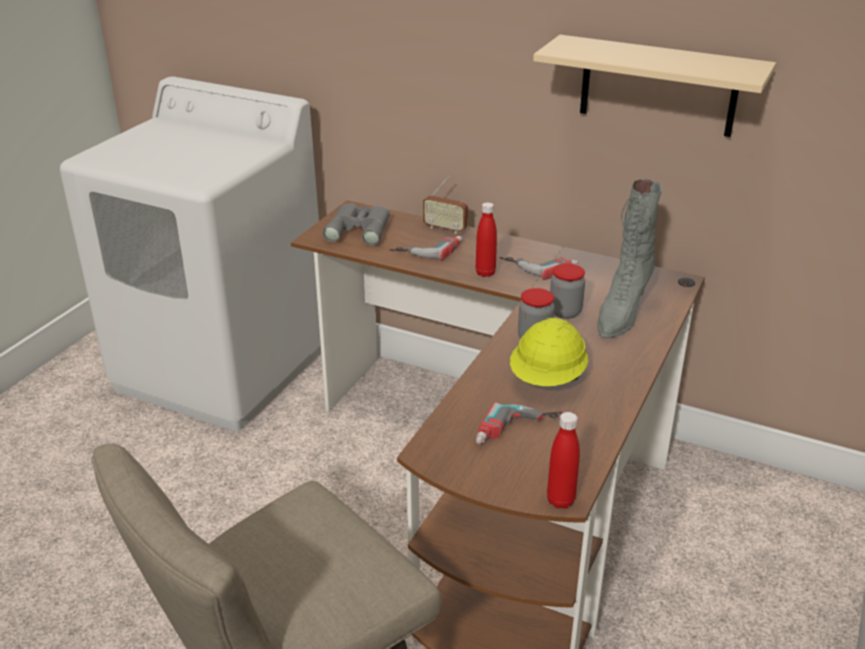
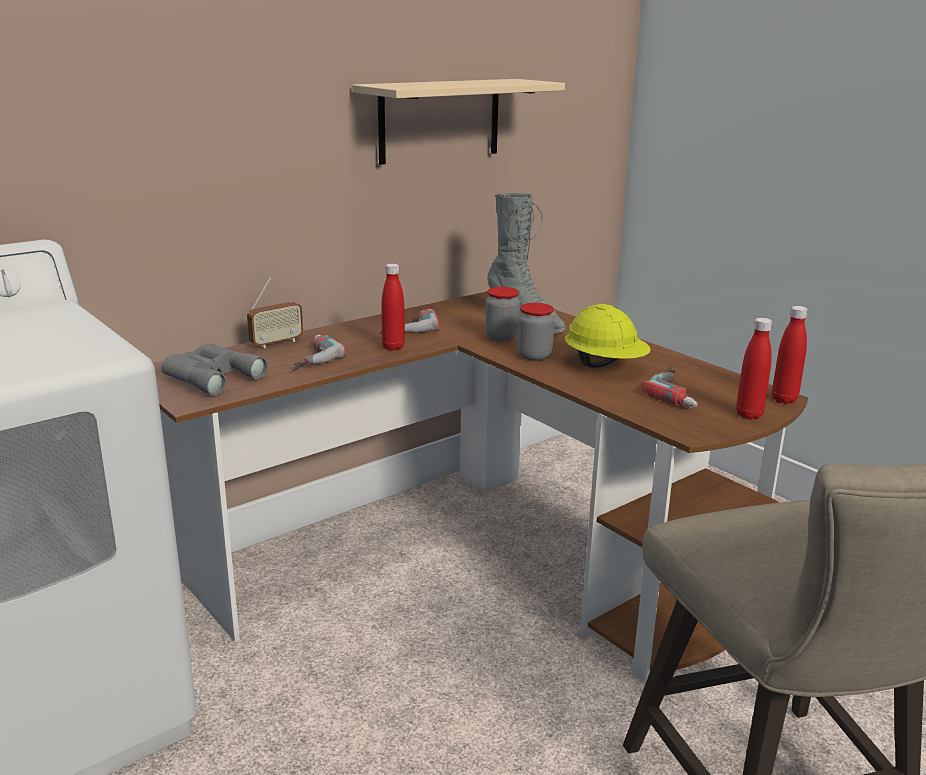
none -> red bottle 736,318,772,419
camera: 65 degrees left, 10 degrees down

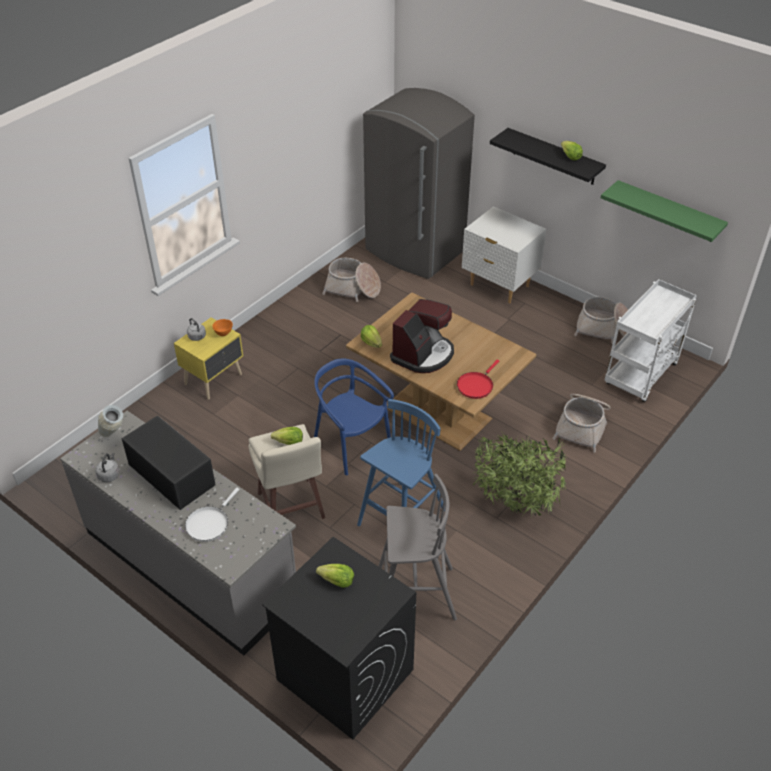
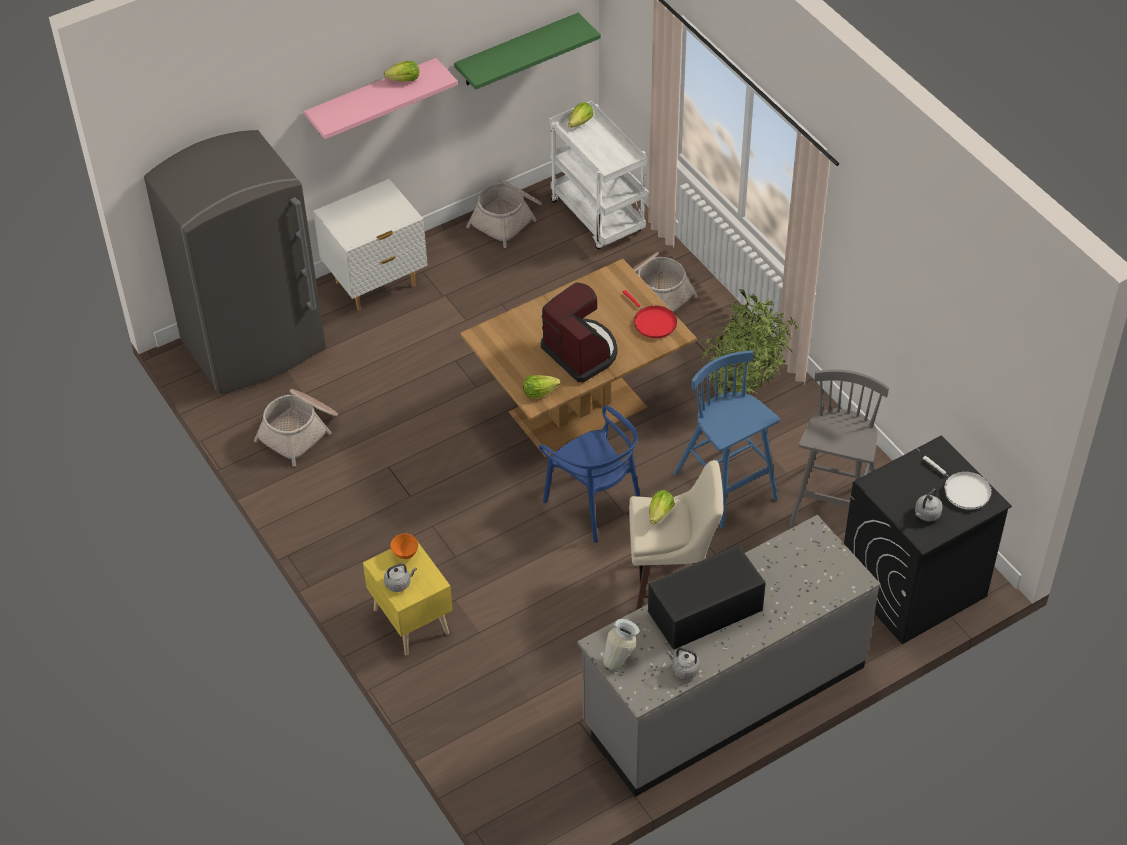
white frying pan 185,488,239,542 -> white frying pan 923,456,992,510, relocated
blue chair 314,358,394,475 -> blue chair 539,405,640,543, 105 degrees counterclockwise
lettuce 316,564,354,588 -> lettuce 568,103,594,128, relocated
black shelf 490,128,606,185 -> pink shelf 304,58,458,139
none -> grey kettle 915,489,943,522
camera: 70 degrees left, 5 degrees up

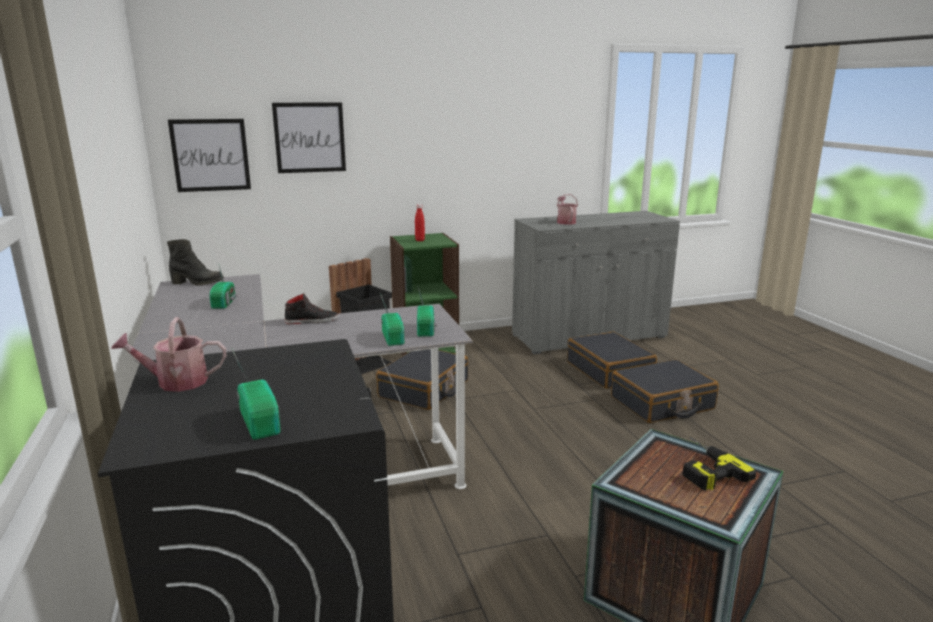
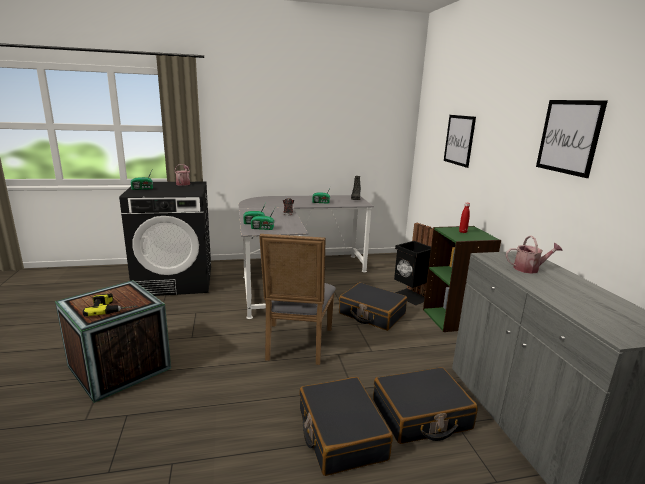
picture 168,119,251,192 -> picture 536,100,608,178, relocated
none -> grey chair 259,234,336,365
camera: 95 degrees right, 0 degrees up

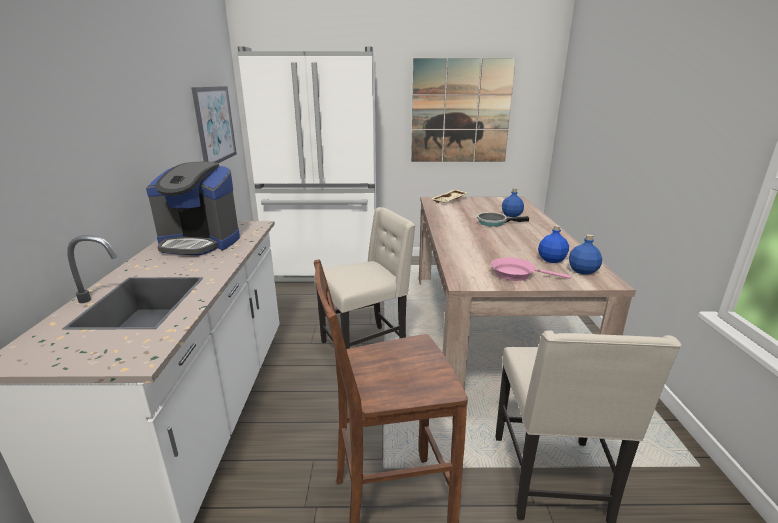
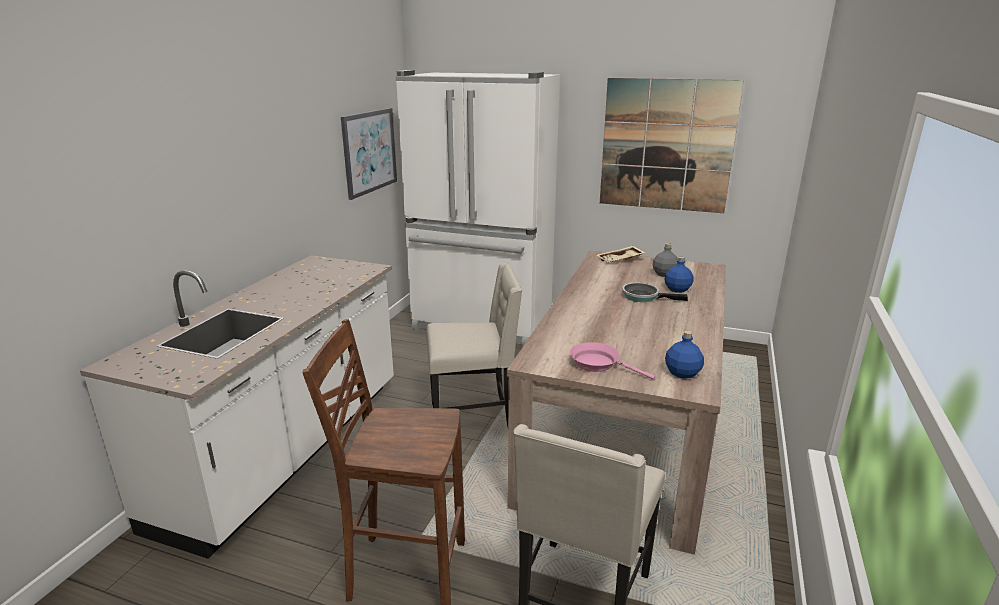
coffee machine 146,162,240,256 -> none
blue bottle 538,225,569,263 -> none
none -> grey bottle 652,243,678,277
camera: 20 degrees right, 0 degrees up

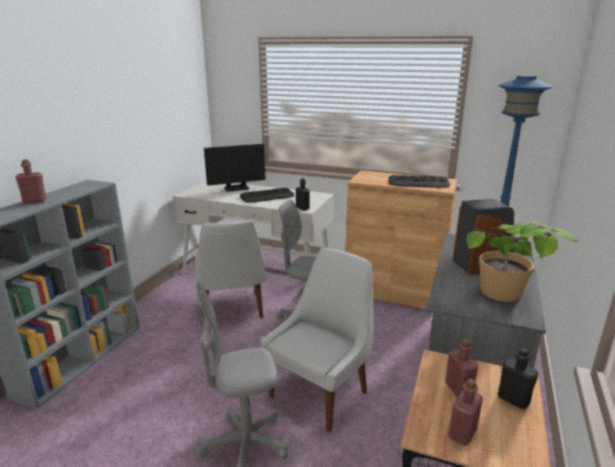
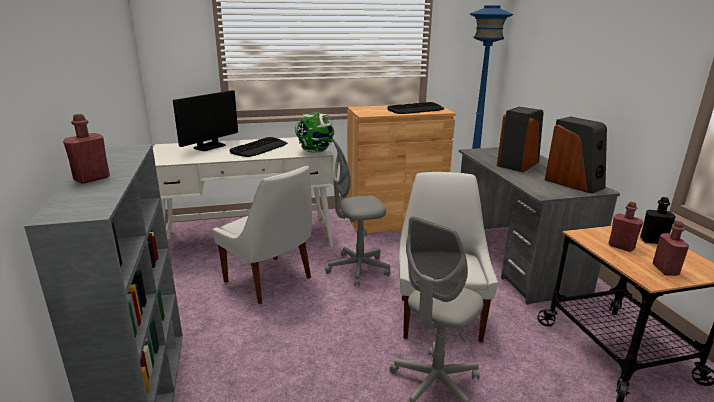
black bottle 296,178,310,211 -> globe 295,112,334,153
potted plant 466,221,579,302 -> speaker 545,117,607,194
camera: 35 degrees left, 0 degrees up

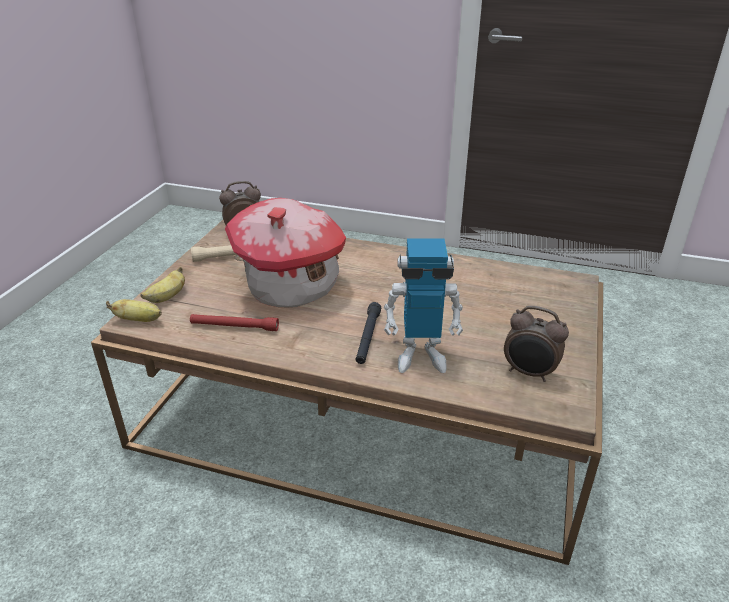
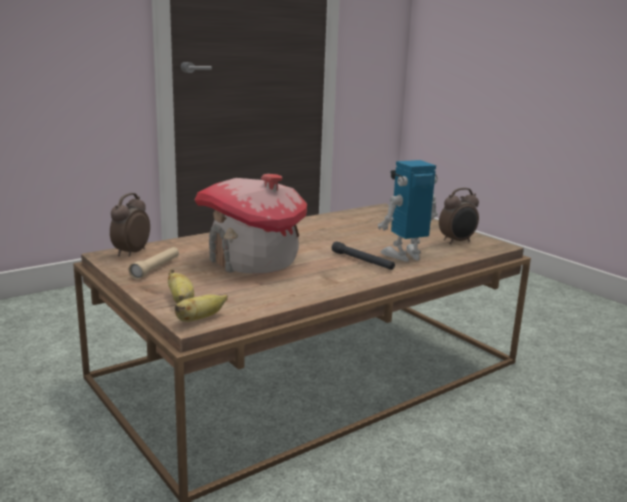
red flashlight 190,314,279,331 -> none
toy robot 384,238,463,373 -> toy robot 378,160,438,262, 150 degrees counterclockwise
camera: 55 degrees left, 15 degrees down

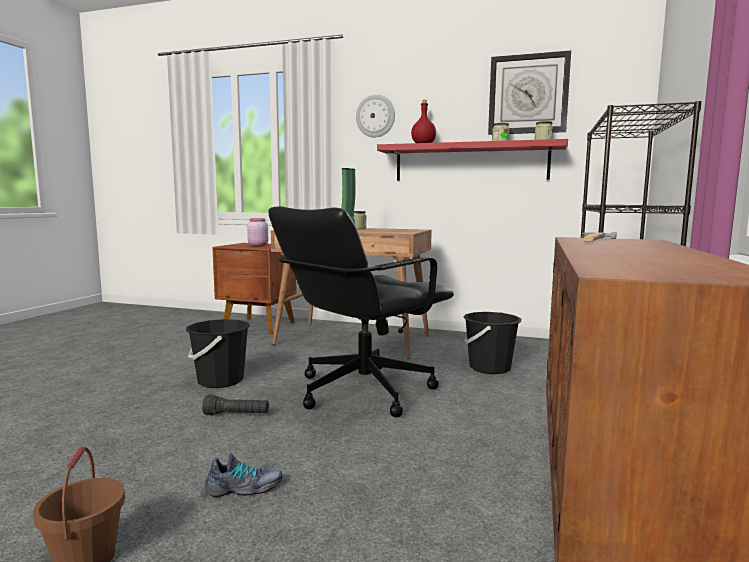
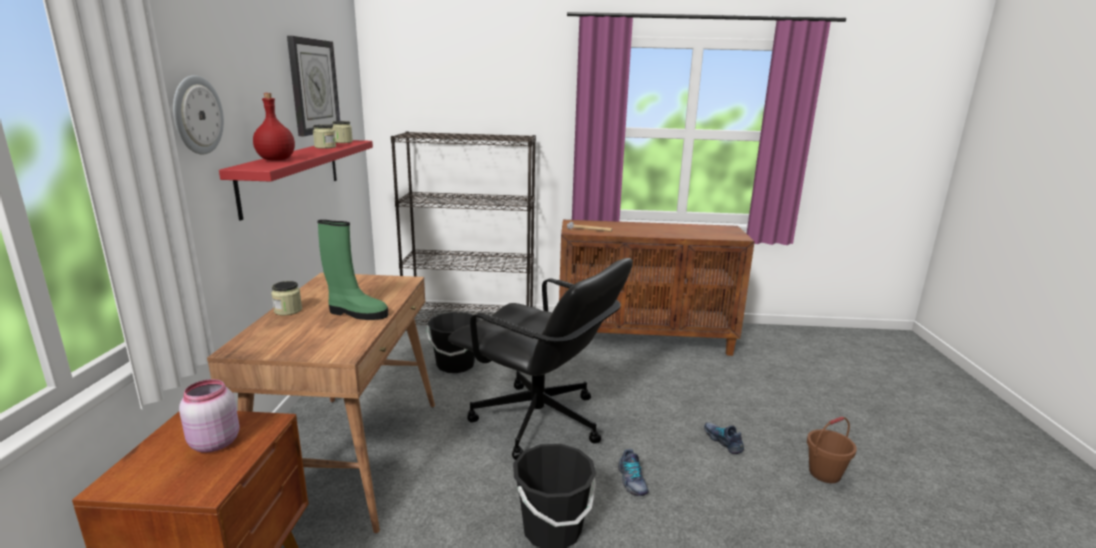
black flashlight 202,395,269,415 -> shoe 618,449,649,496
camera: 105 degrees left, 10 degrees up

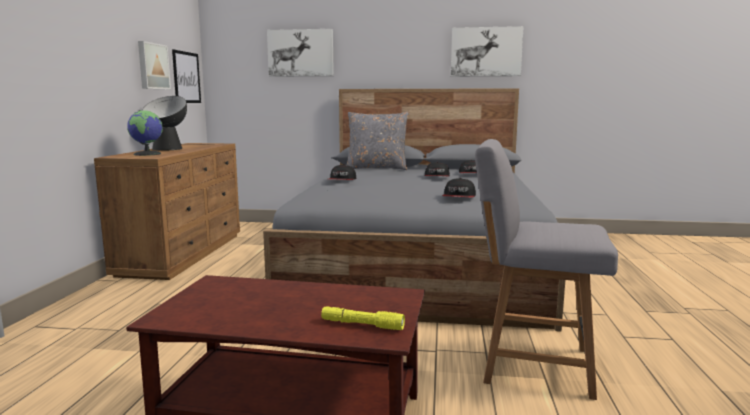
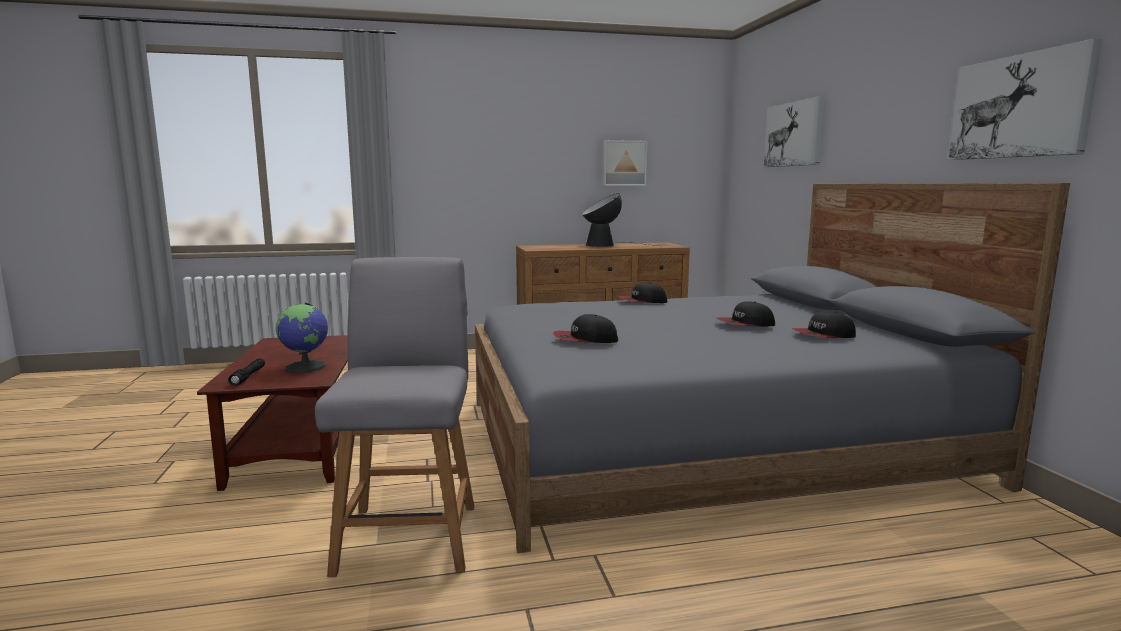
globe 127,110,163,156 -> globe 276,303,328,373, relocated
picture 172,49,201,103 -> none
yellow flashlight 321,306,405,330 -> black flashlight 228,358,265,386
grey pillow 347,112,409,170 -> none
camera: 70 degrees right, 0 degrees up

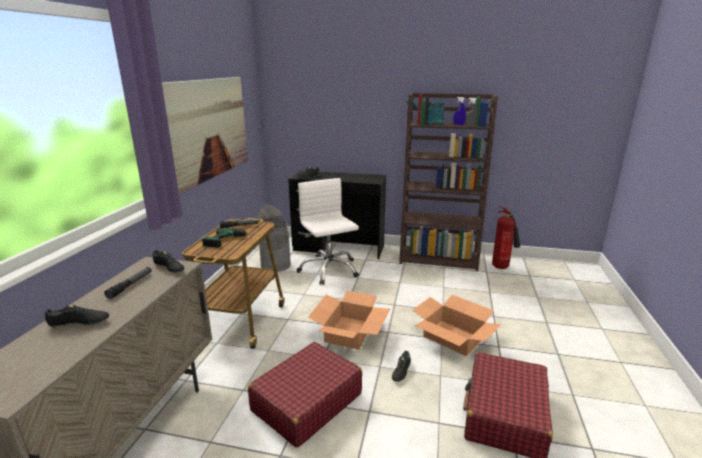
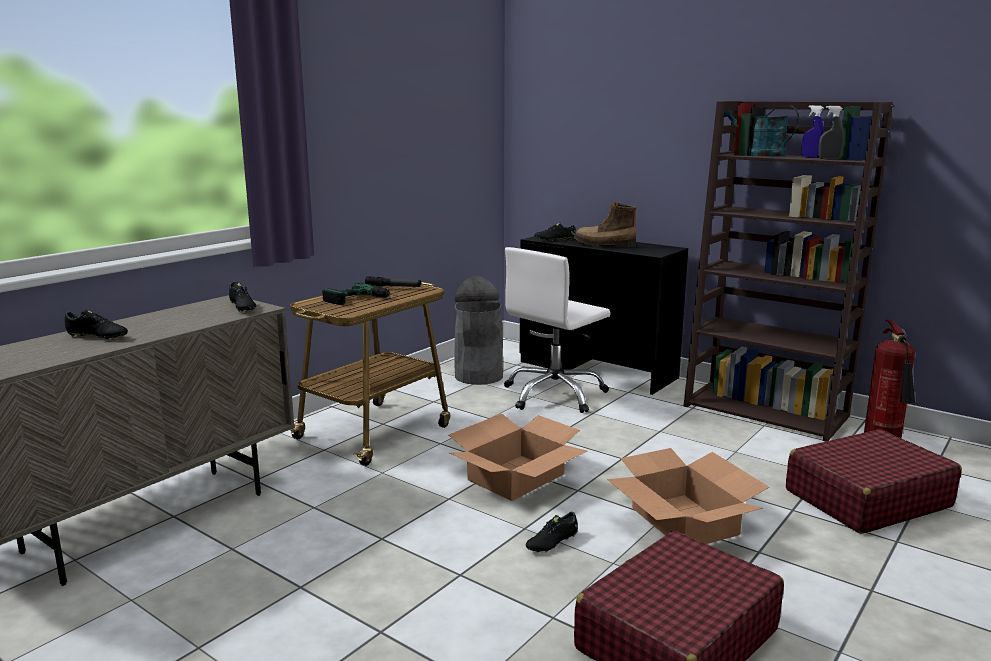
flashlight 104,267,151,299 -> none
picture 162,77,248,194 -> none
red suitcase 248,342,362,448 -> red suitcase 786,429,962,534, relocated
white office chair 297,178,359,285 -> white office chair 504,247,611,413, 135 degrees counterclockwise
none -> boot 574,202,636,247
camera: 25 degrees right, 5 degrees down

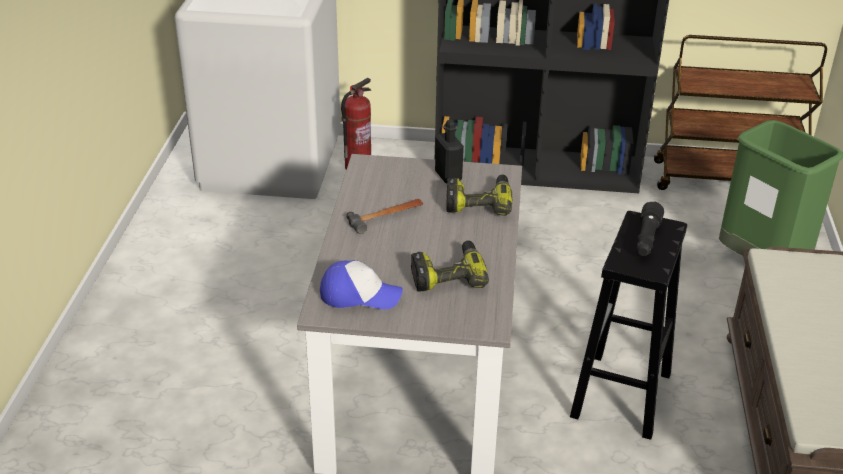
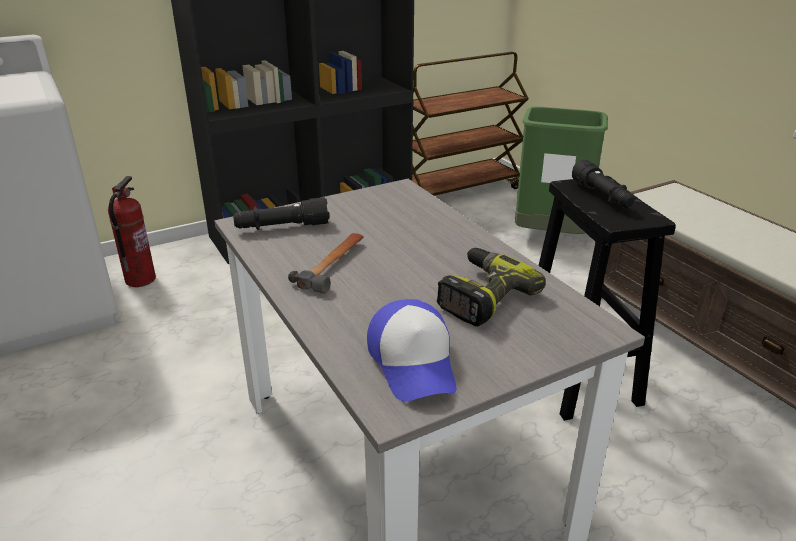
cap 320,260,403,310 -> cap 367,299,457,402, 105 degrees clockwise
black bottle 435,120,464,184 -> none
power drill 446,174,513,216 -> none
none -> black flashlight 233,197,329,230
camera: 35 degrees left, 5 degrees down

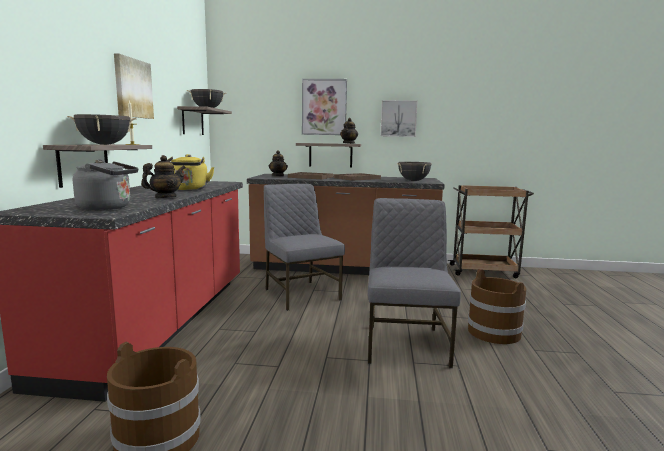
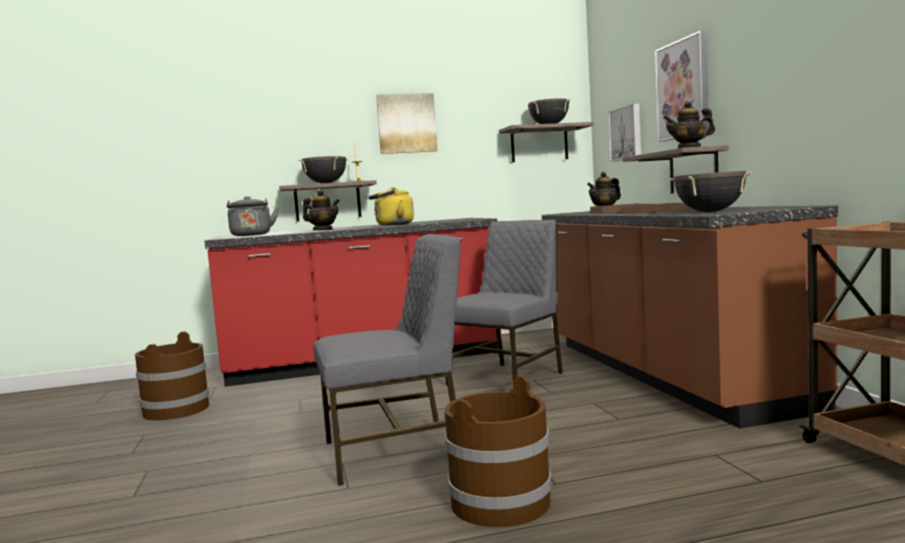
picture 380,100,418,137 -> picture 608,103,641,162, relocated
camera: 70 degrees right, 5 degrees down

